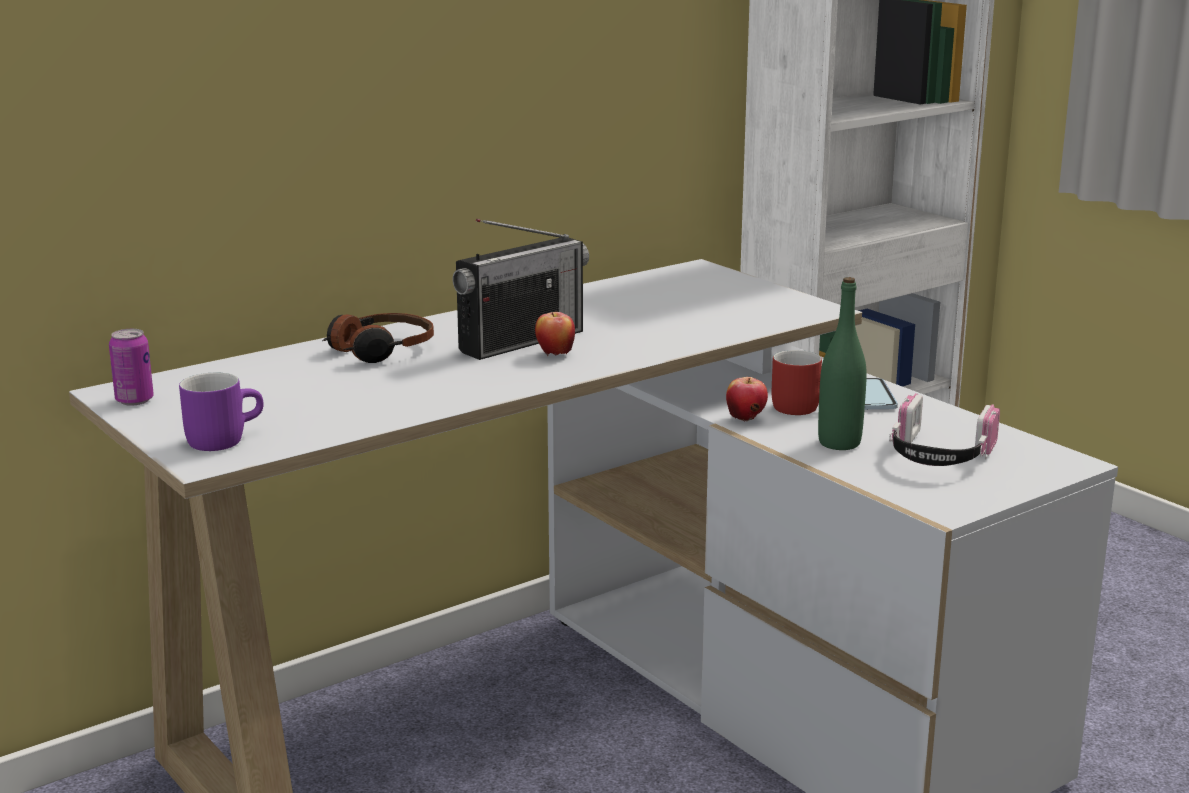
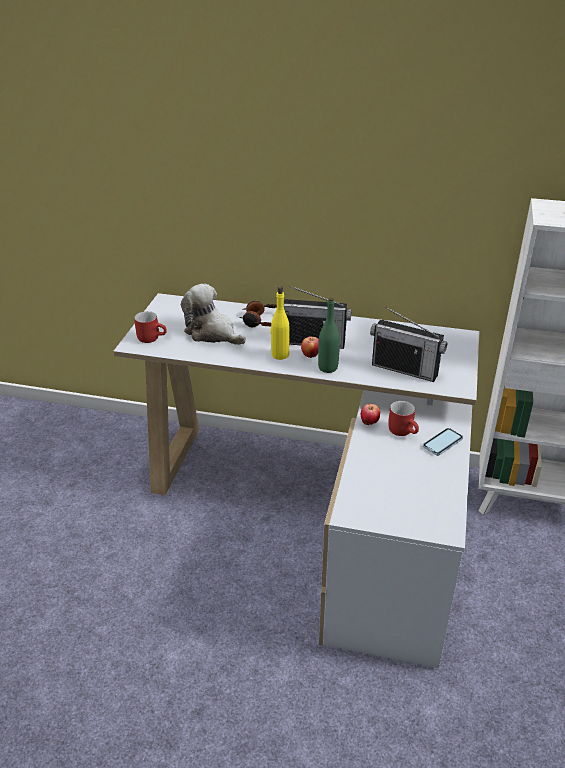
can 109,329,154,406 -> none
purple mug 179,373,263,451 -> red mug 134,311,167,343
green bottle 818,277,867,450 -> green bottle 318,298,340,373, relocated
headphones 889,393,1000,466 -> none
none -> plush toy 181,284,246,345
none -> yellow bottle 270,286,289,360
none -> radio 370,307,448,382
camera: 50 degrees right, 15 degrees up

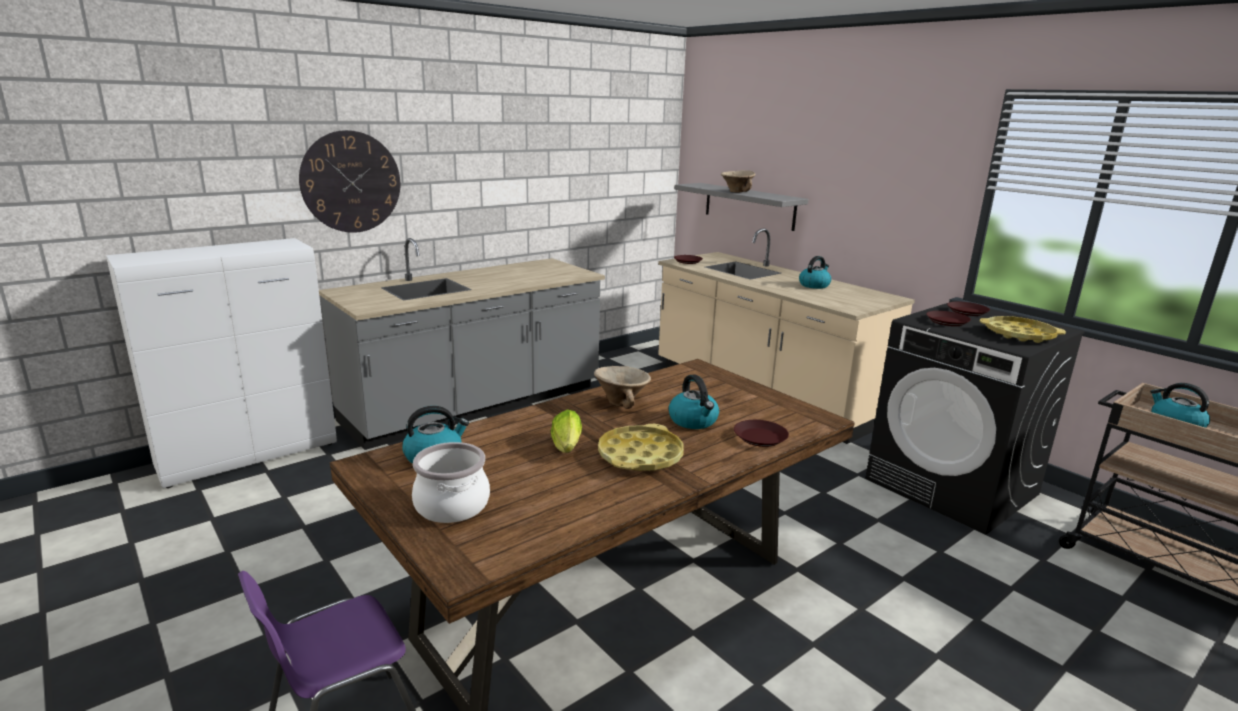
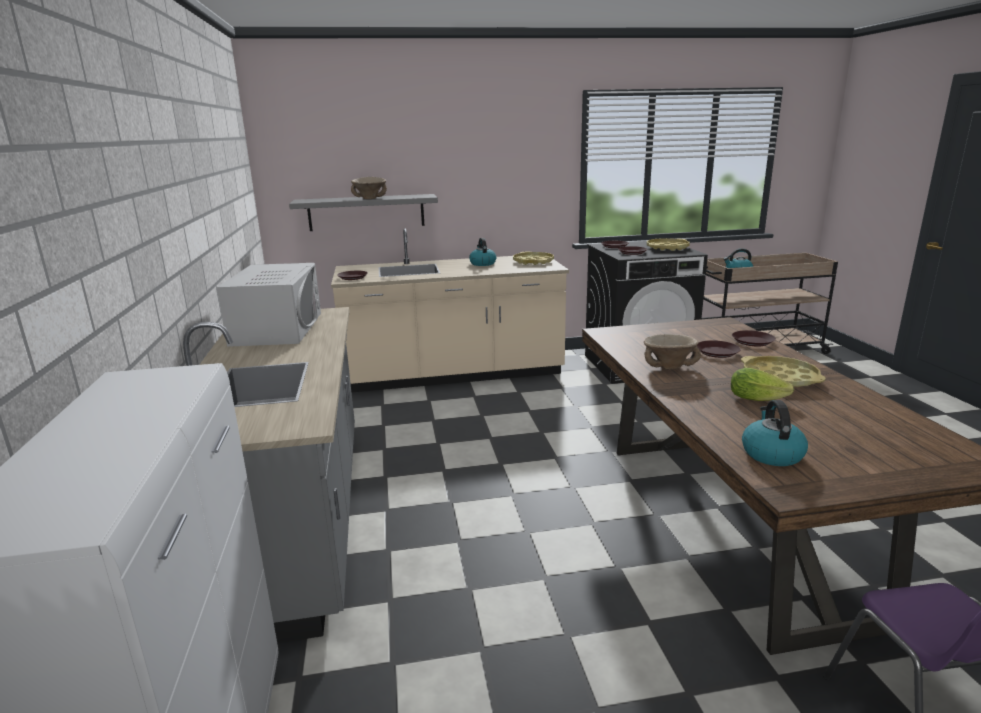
wall clock 299,130,400,233 -> none
cooking pot 412,442,490,523 -> none
kettle 669,374,719,429 -> brown plate 697,340,741,358
none -> white microwave 217,263,321,347
none -> yellow tray 513,252,554,265
camera: 60 degrees left, 0 degrees up

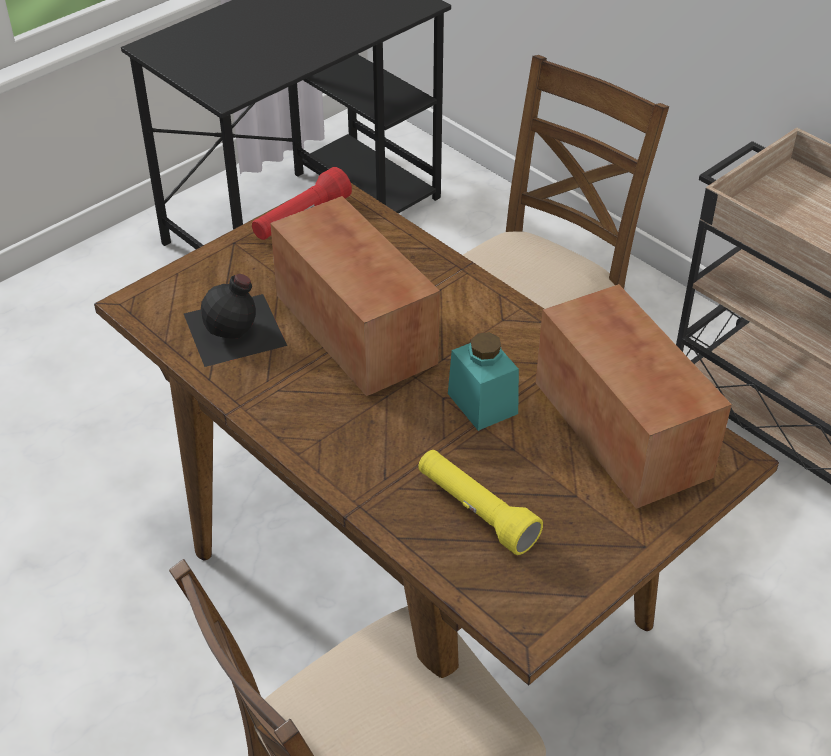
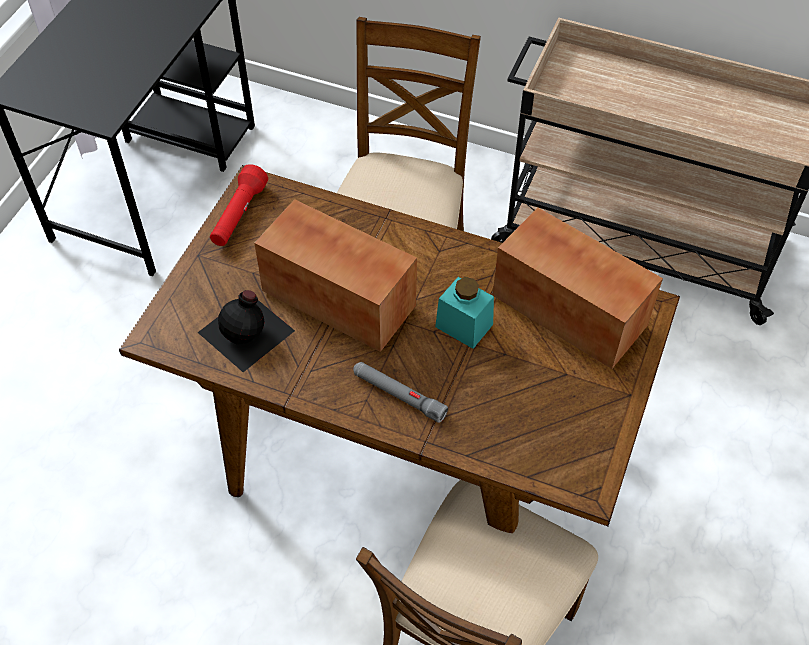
yellow flashlight 418,450,543,555 -> none
none -> grey flashlight 353,362,448,423
camera: 25 degrees left, 10 degrees up

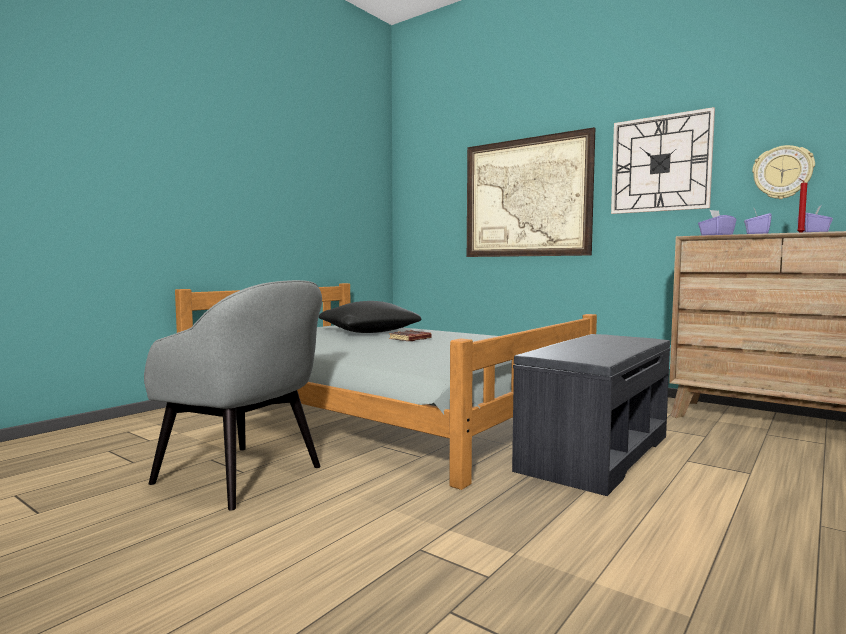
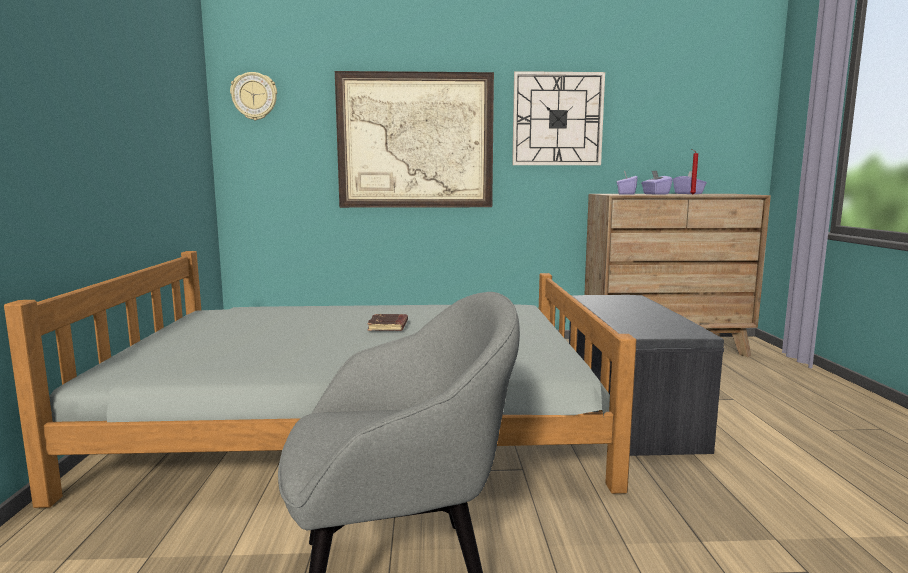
black pillow 319,301,421,333 -> none
wall clock 752,145,815,199 -> wall clock 230,72,277,120, relocated
camera: 40 degrees left, 5 degrees up

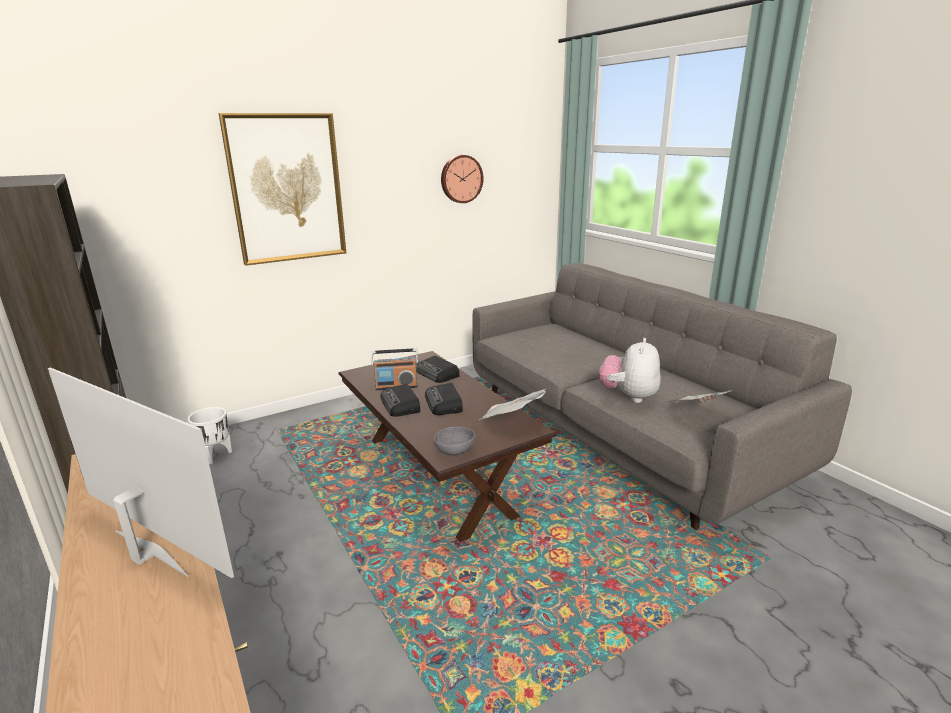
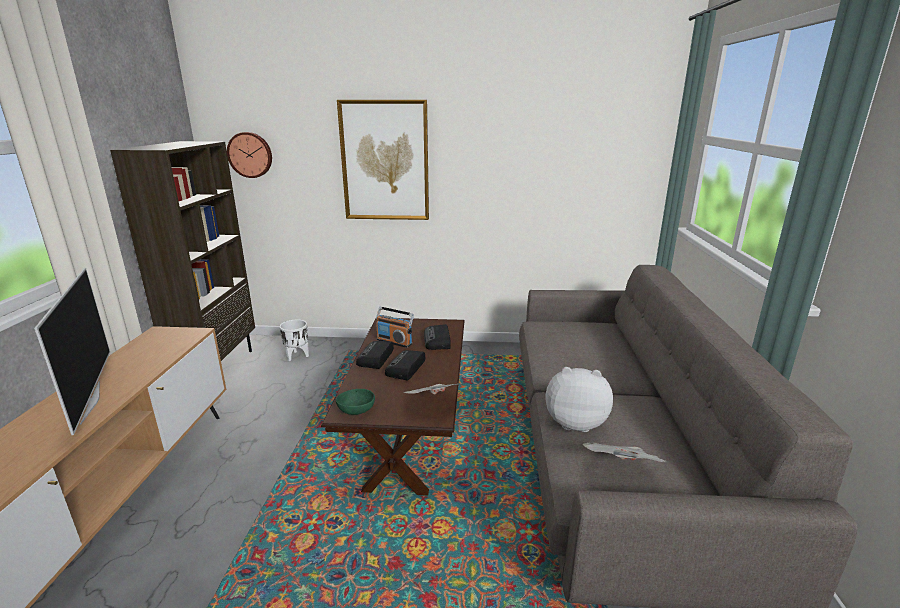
grey bowl 434,427,475,455 -> green bowl 336,389,375,415
wall clock 441,155,484,203 -> wall clock 227,132,272,178, relocated
plush toy 599,338,660,403 -> plush toy 546,367,613,432, 45 degrees clockwise
camera: 35 degrees right, 0 degrees up

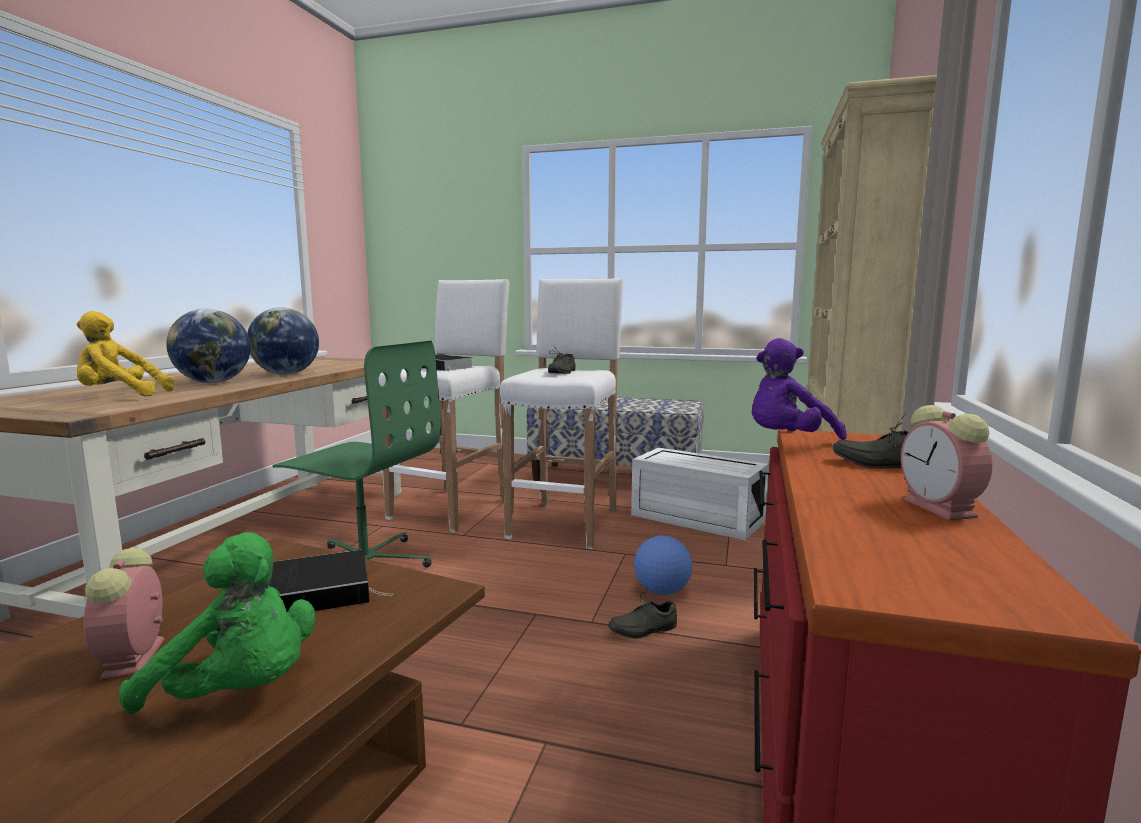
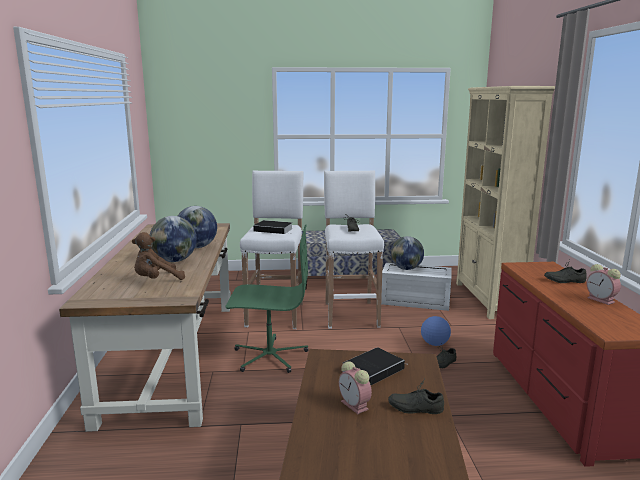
yellow plush toy 76,311,174,396 -> brown plush toy 132,232,185,280
green plush toy 119,532,315,715 -> grey shoe 388,380,444,414
purple plush toy 752,338,847,440 -> none
none -> globe 391,236,424,270
camera: 20 degrees left, 5 degrees up

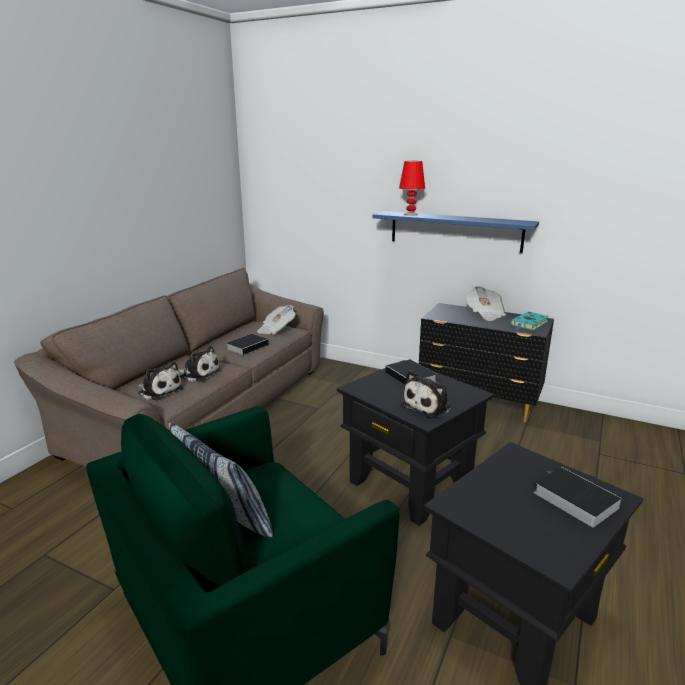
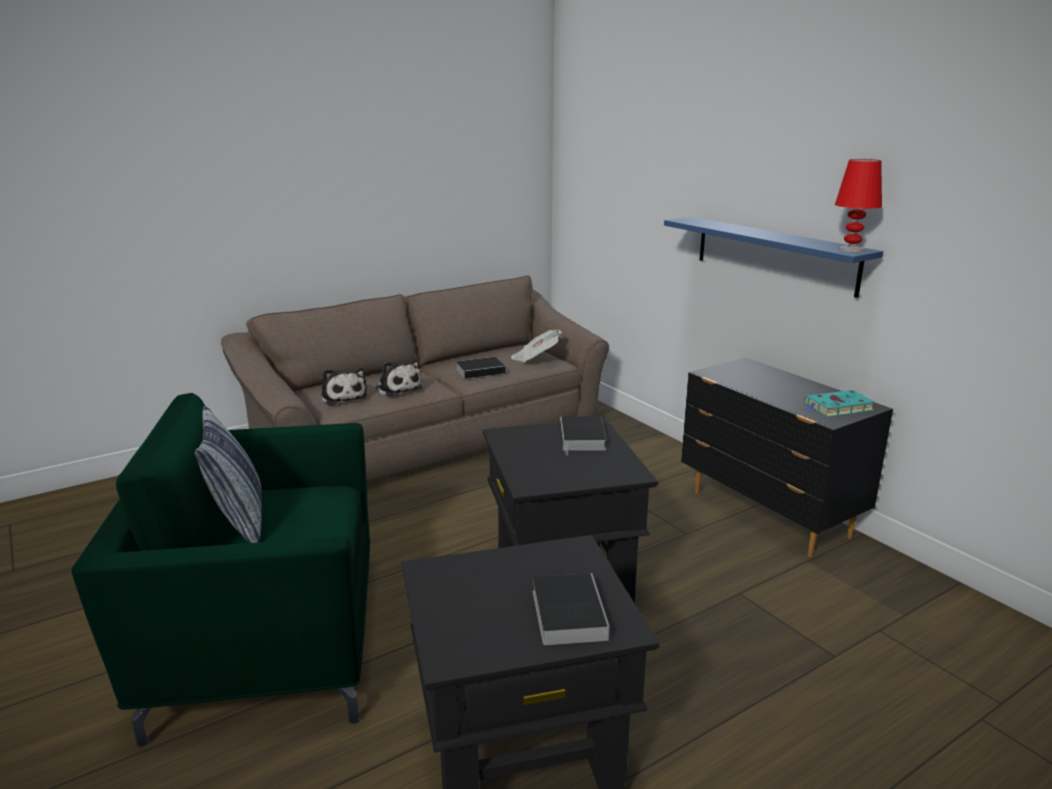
red table lamp 399,161,425,216 -> red table lamp 835,159,882,252, relocated
plush toy 401,370,452,418 -> none
newspaper 467,286,506,321 -> none
camera: 30 degrees right, 0 degrees up

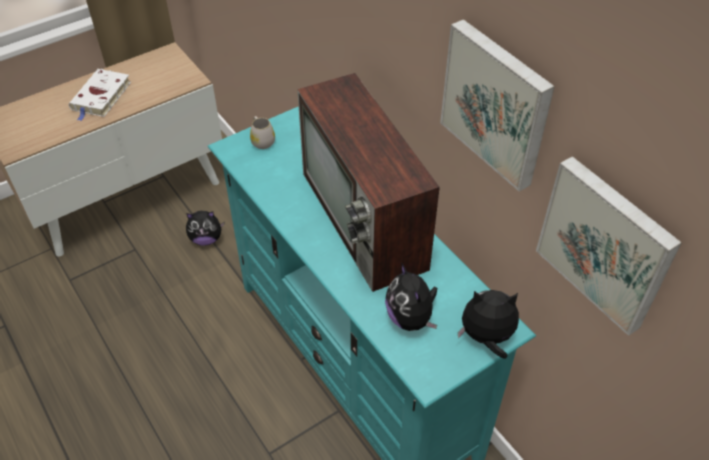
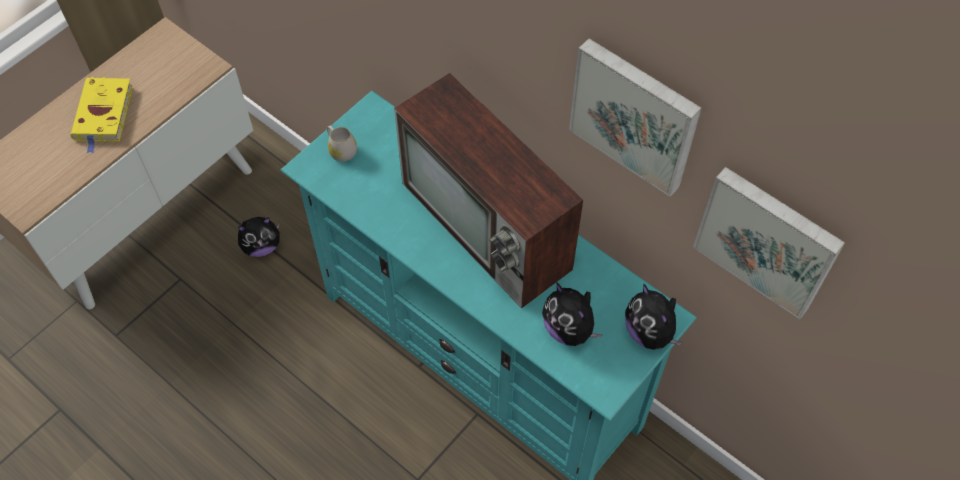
white book 69,69,131,121 -> yellow book 70,77,133,153
plush toy 458,290,519,359 -> plush toy 625,283,683,350, 105 degrees counterclockwise
camera: 15 degrees left, 10 degrees up

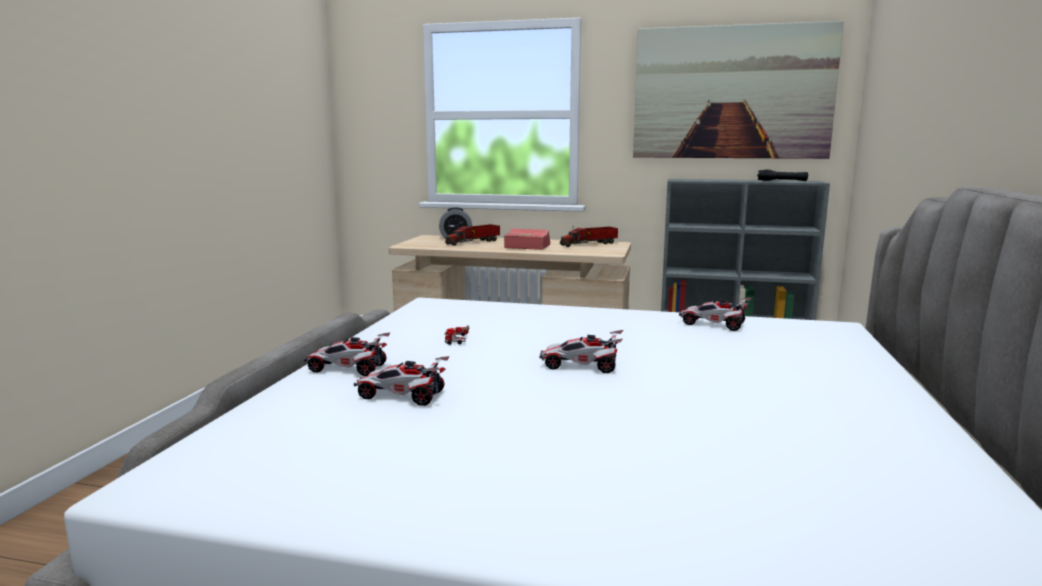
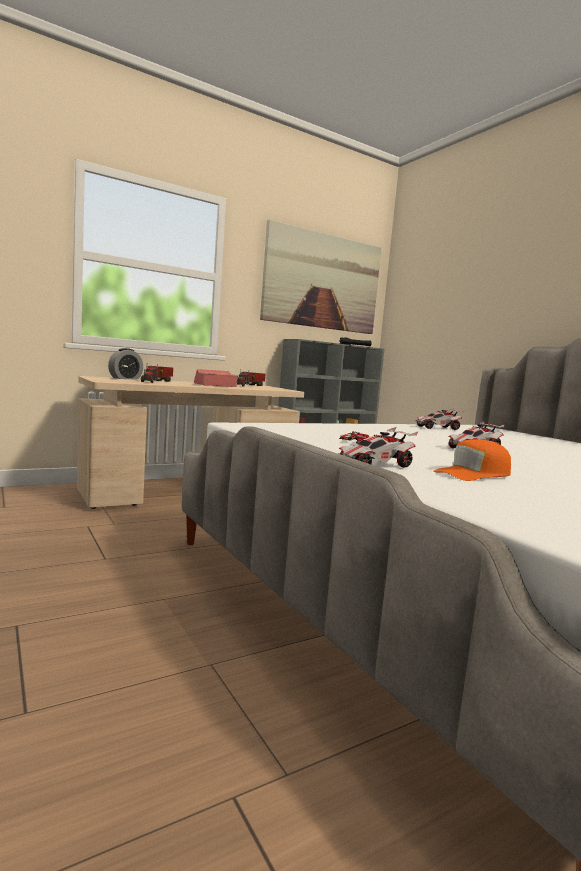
toy car 354,356,450,406 -> orange cap 433,439,511,481
camera: 45 degrees left, 5 degrees down

